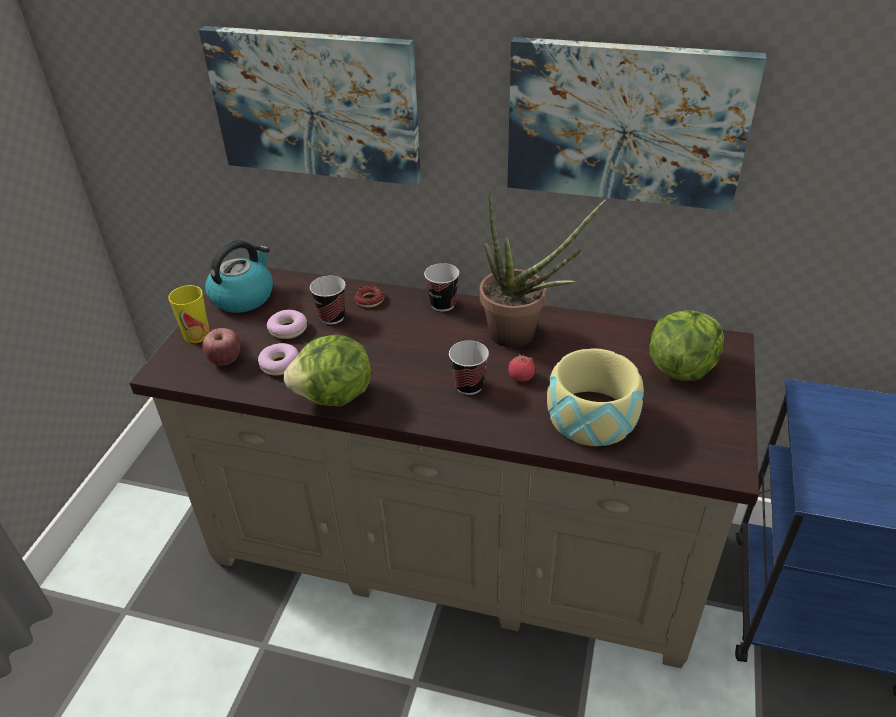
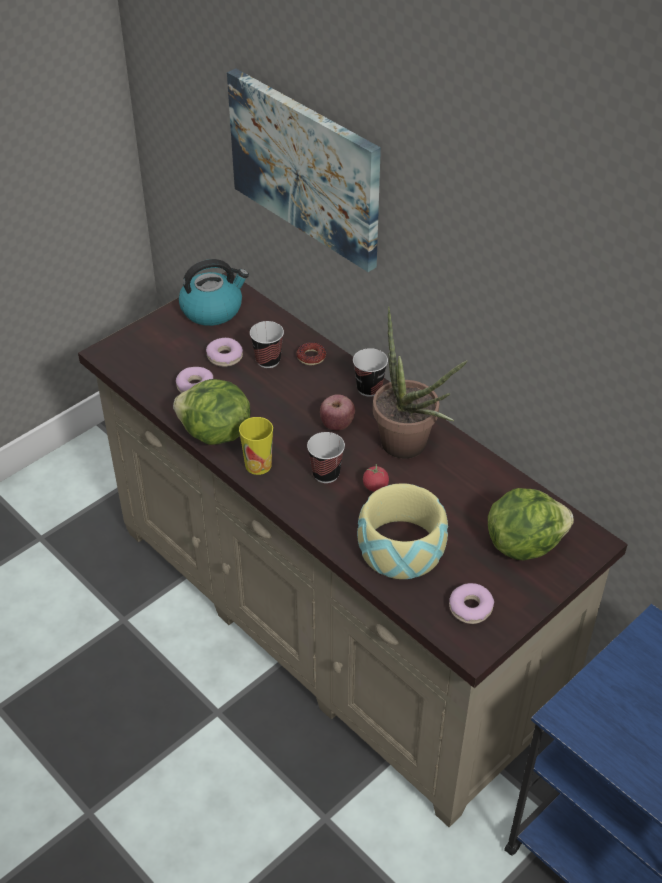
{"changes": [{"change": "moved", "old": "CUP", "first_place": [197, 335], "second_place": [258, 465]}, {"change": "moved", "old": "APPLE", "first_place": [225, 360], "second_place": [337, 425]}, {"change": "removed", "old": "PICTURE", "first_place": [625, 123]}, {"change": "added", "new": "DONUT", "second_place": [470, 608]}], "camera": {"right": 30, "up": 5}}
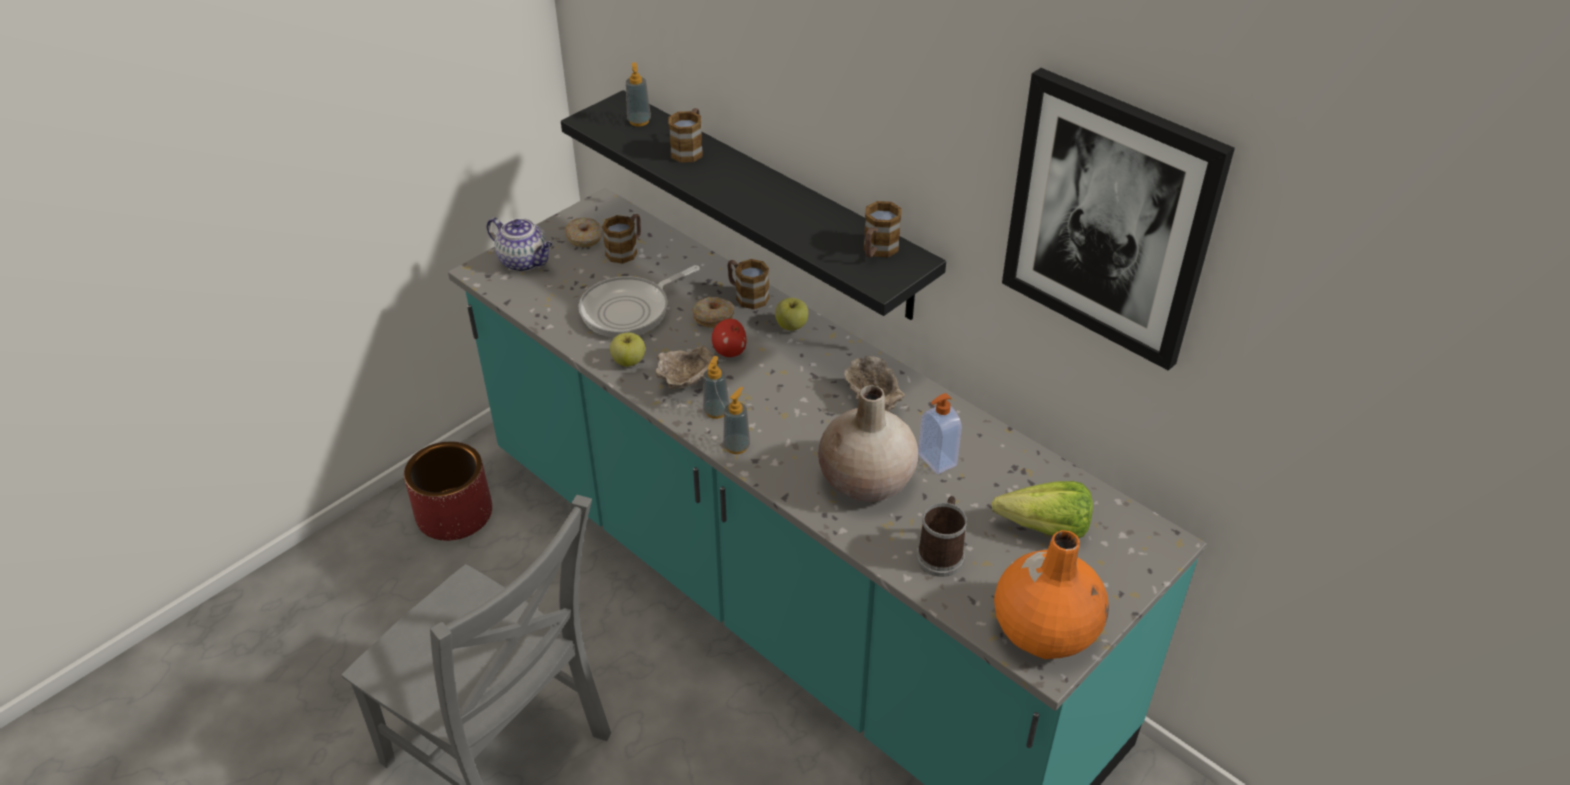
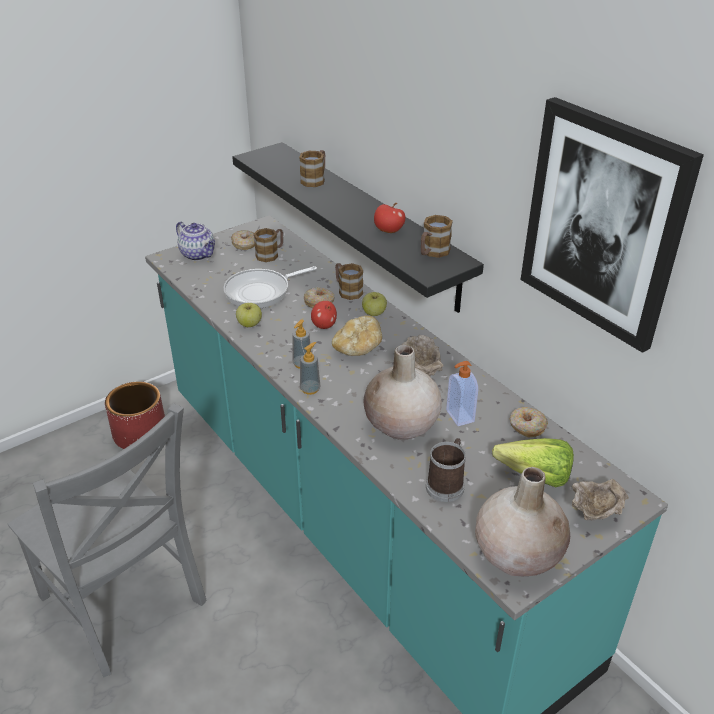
{"changes": [{"change": "removed", "old": "SOAP DISPENSER", "first_place": [639, 121]}, {"change": "moved", "old": "BEIGE BOWL", "first_place": [687, 383], "second_place": [595, 513]}, {"change": "recoloured", "old": "ORANGE VASE", "new": "BEIGE VASE", "first_place": [1045, 629], "second_place": [518, 553]}, {"change": "added", "new": "BREAD", "second_place": [358, 348]}, {"change": "added", "new": "APPLE", "second_place": [388, 231]}, {"change": "added", "new": "DONUT", "second_place": [526, 426]}], "camera": {"right": 10, "up": -5}}
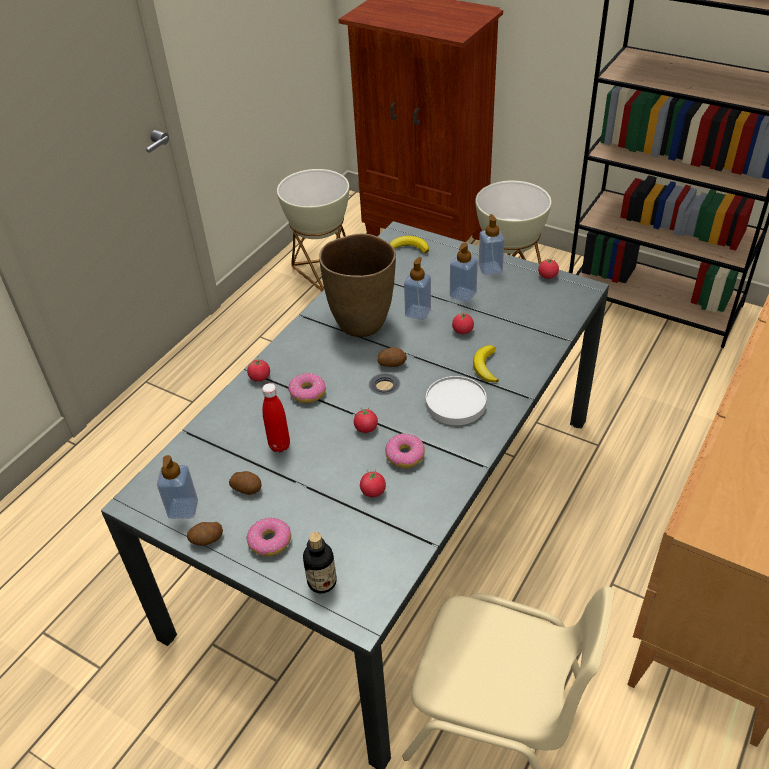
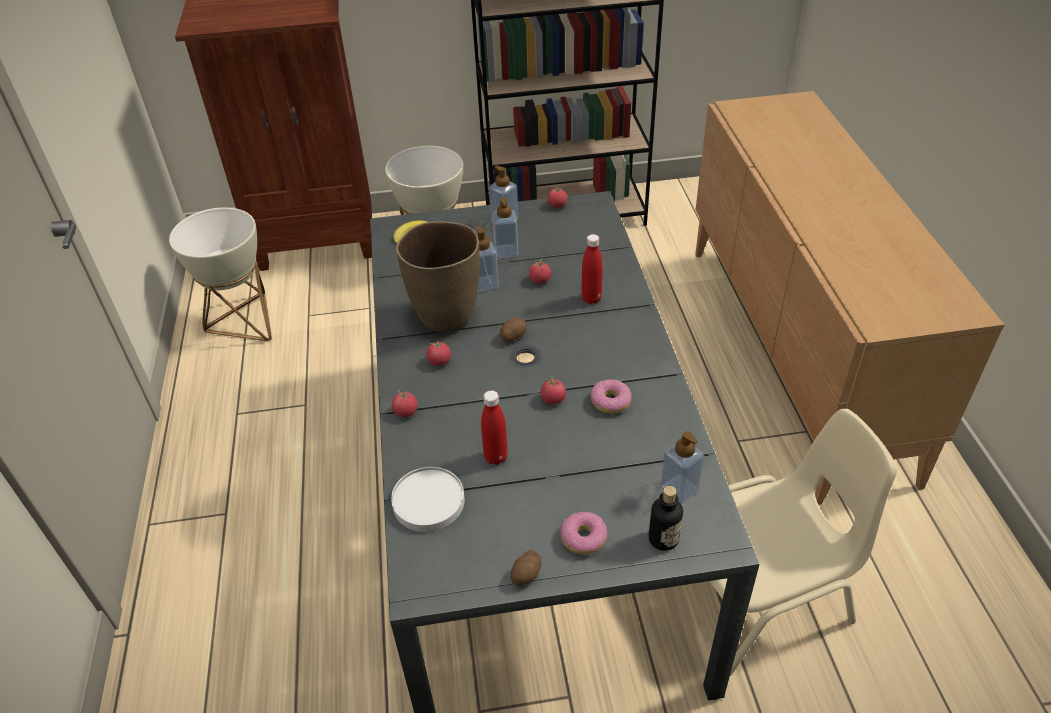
{"changes": [{"change": "moved", "old": "SOAP DISPENSER", "first_place": [183, 509], "second_place": [679, 489]}, {"change": "removed", "old": "POTATO", "first_place": [247, 488]}, {"change": "removed", "old": "DONUT", "first_place": [307, 393]}, {"change": "moved", "old": "TOMATO", "first_place": [373, 491], "second_place": [439, 361]}, {"change": "moved", "old": "WHITE PLATE", "first_place": [455, 403], "second_place": [429, 502]}, {"change": "replaced", "old": "BANANA", "new": "RED BOTTLE", "first_place": [485, 367], "second_place": [591, 298]}], "camera": {"right": -40, "up": 0}}
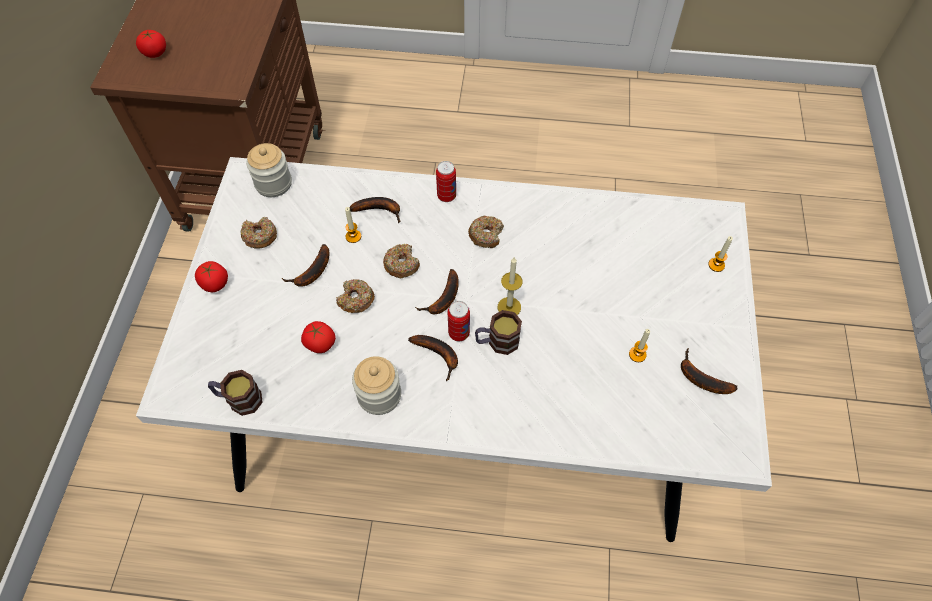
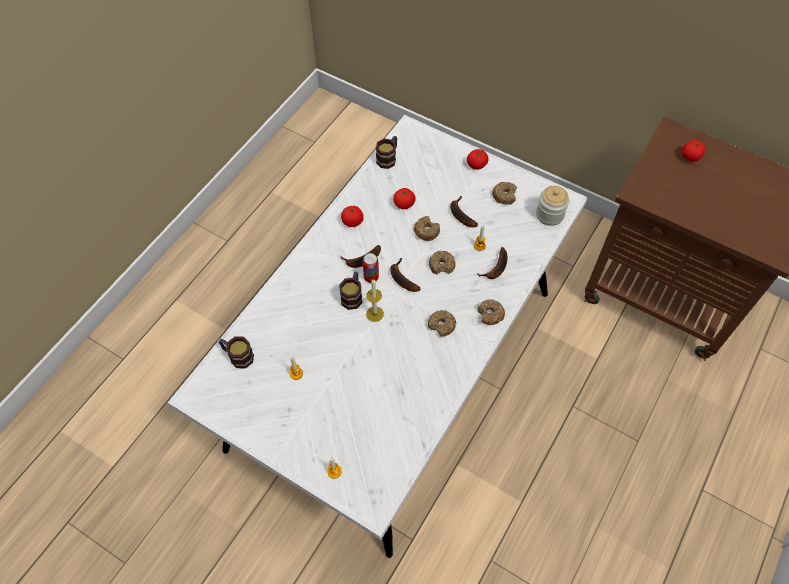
{"changes": [{"change": "replaced", "old": "JAR", "new": "TOMATO", "first_place": [379, 395], "second_place": [352, 221]}, {"change": "replaced", "old": "CAN", "new": "DONUT", "first_place": [446, 196], "second_place": [490, 314]}, {"change": "removed", "old": "BANANA", "first_place": [700, 378]}, {"change": "added", "new": "MUG", "second_place": [237, 356]}], "camera": {"right": 115, "up": 0}}
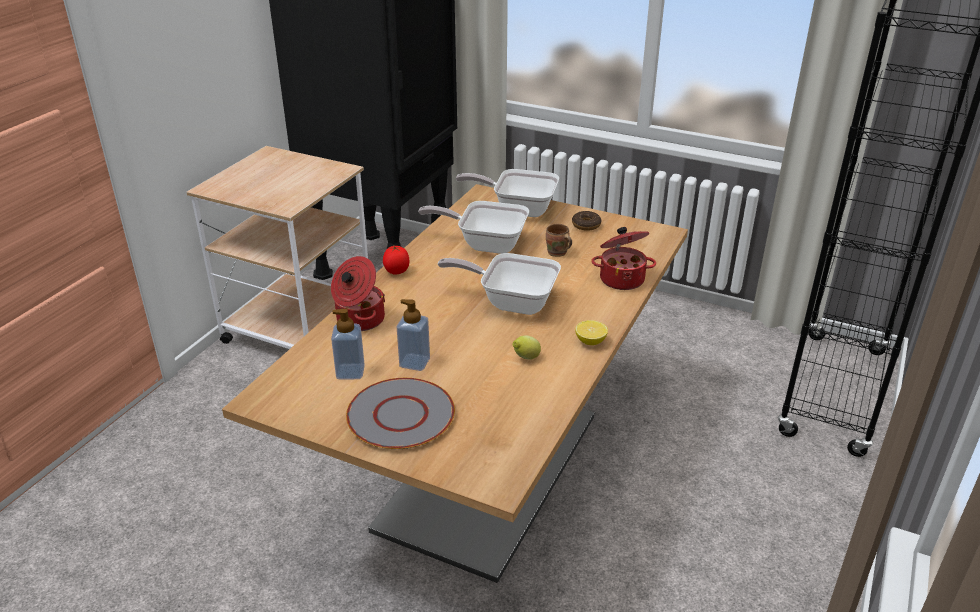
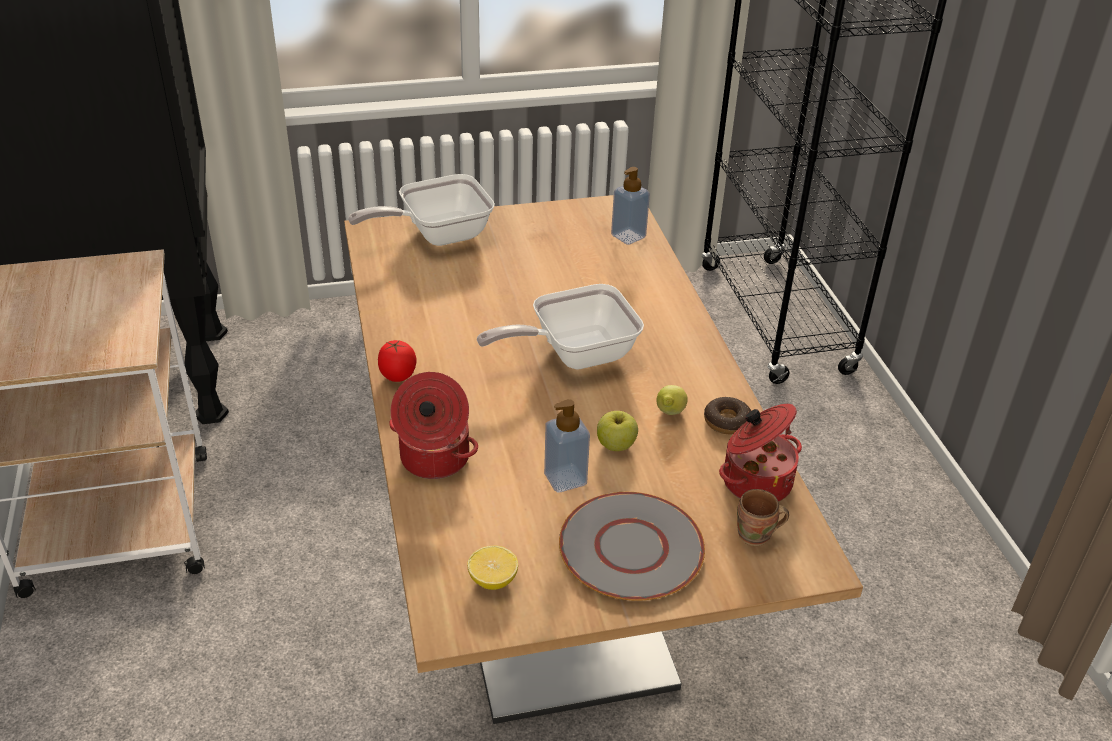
{"changes": [{"change": "moved", "old": "SOAP DISPENSER", "first_place": [350, 372], "second_place": [628, 236]}, {"change": "removed", "old": "FRYING PAN", "first_place": [485, 244]}, {"change": "moved", "old": "BROWN MUG", "first_place": [557, 253], "second_place": [756, 537]}, {"change": "moved", "old": "DONUT", "first_place": [586, 225], "second_place": [727, 421]}, {"change": "moved", "old": "LEMON", "first_place": [590, 342], "second_place": [493, 580]}, {"change": "moved", "old": "COOKING POT", "first_place": [622, 279], "second_place": [755, 481]}, {"change": "added", "new": "APPLE", "second_place": [616, 445]}], "camera": {"right": -40, "up": 5}}
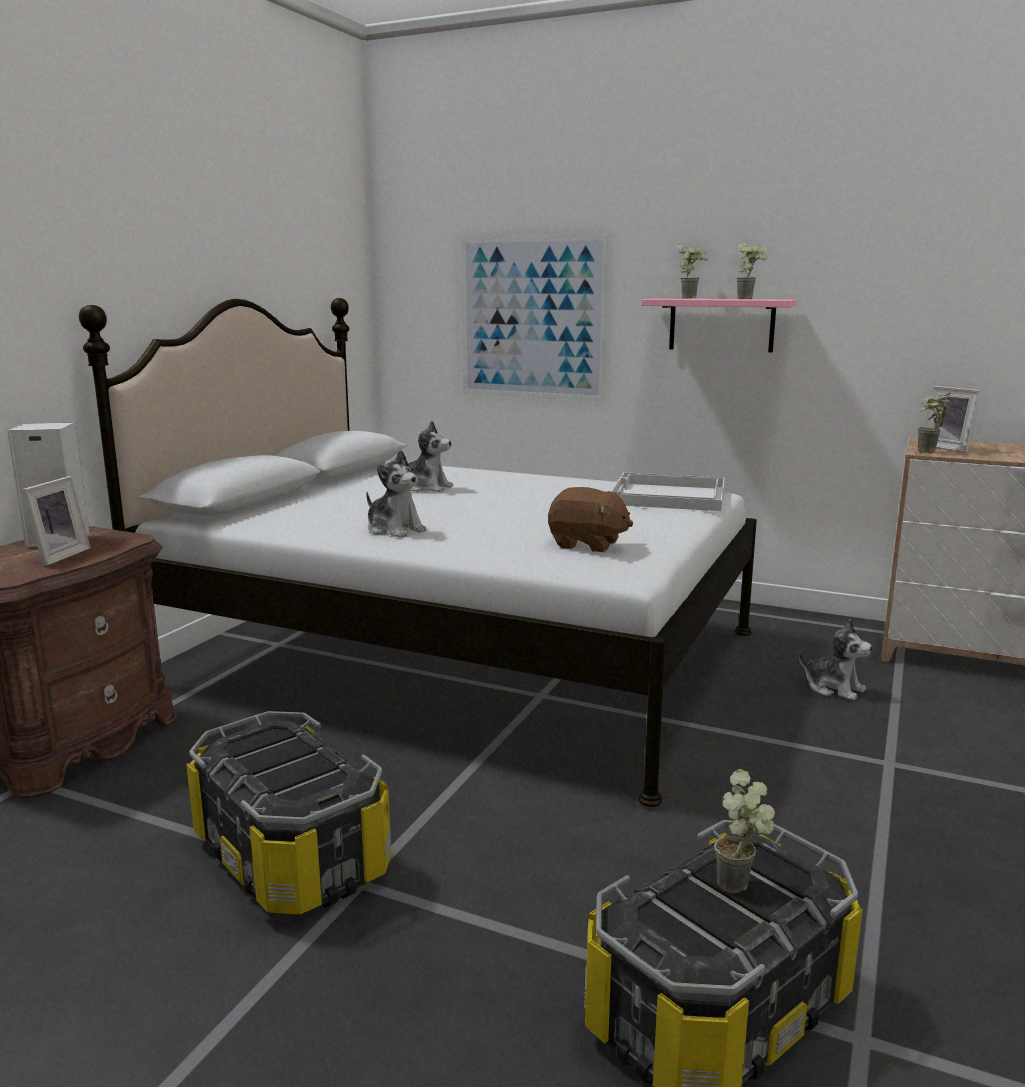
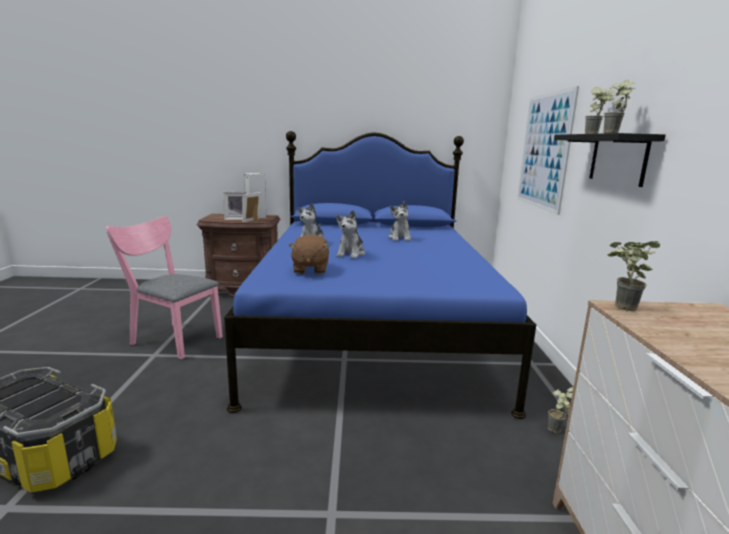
{"changes": [{"change": "recoloured", "old": "WHITE BED", "new": "BLUE BED", "first_place": [459, 657], "second_place": [372, 331]}, {"change": "replaced", "old": "STORAGE BOX", "new": "PINK CHAIR", "first_place": [290, 857], "second_place": [172, 338]}, {"change": "removed", "old": "WHITE TRAY", "first_place": [667, 495]}, {"change": "recoloured", "old": "PINK SHELF", "new": "BLACK SHELF", "first_place": [721, 325], "second_place": [618, 159]}, {"change": "moved", "old": "POTTED PLANT", "first_place": [742, 886], "second_place": [556, 432]}, {"change": "moved", "old": "PLUSH TOY", "first_place": [833, 688], "second_place": [351, 254]}, {"change": "moved", "old": "PICTURE FRAME", "first_place": [948, 448], "second_place": [254, 221]}], "camera": {"right": 65, "up": 0}}
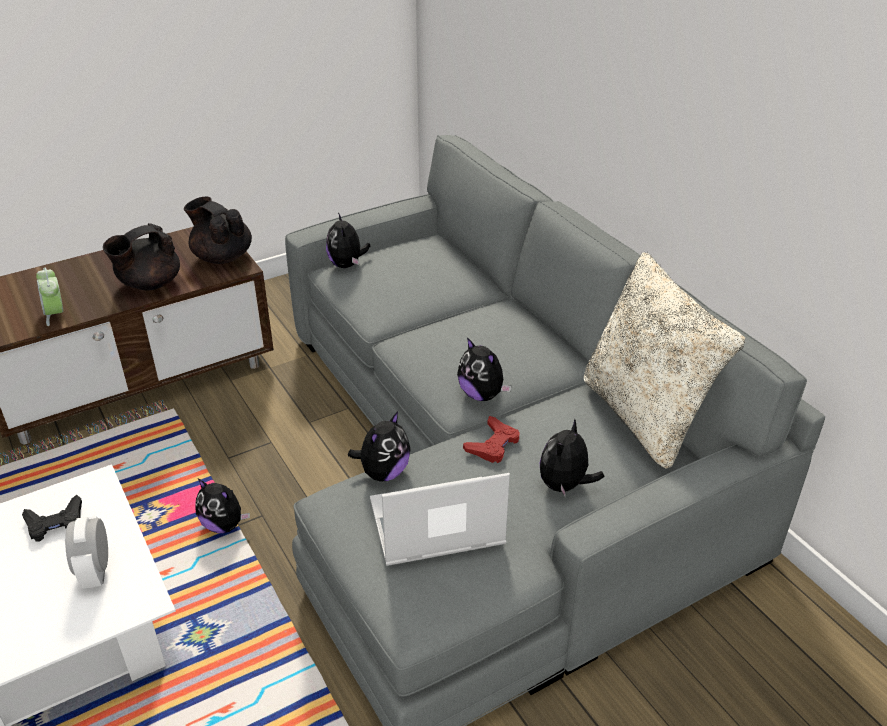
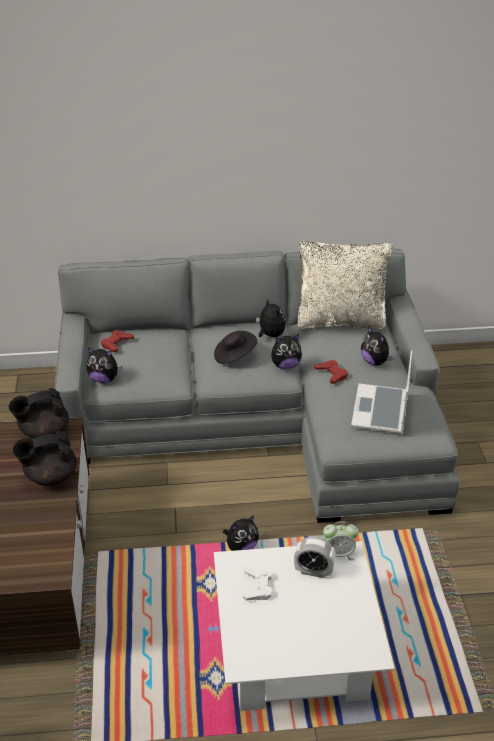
{"changes": [{"change": "recoloured", "old": "BLACK GAME CONTROLLER", "new": "WHITE GAME CONTROLLER", "first_place": [55, 523], "second_place": [257, 586]}, {"change": "moved", "old": "ALARM CLOCK", "first_place": [55, 314], "second_place": [339, 553]}, {"change": "turned", "old": "BLACK TEAPOT", "first_place": [149, 284], "second_place": [50, 476], "degrees": 90}, {"change": "moved", "old": "PLUSH TOY", "first_place": [383, 472], "second_place": [270, 335]}, {"change": "added", "new": "RED GAME CONTROLLER", "second_place": [116, 343]}, {"change": "added", "new": "BLACK HAT", "second_place": [234, 356]}], "camera": {"right": -65, "up": 0}}
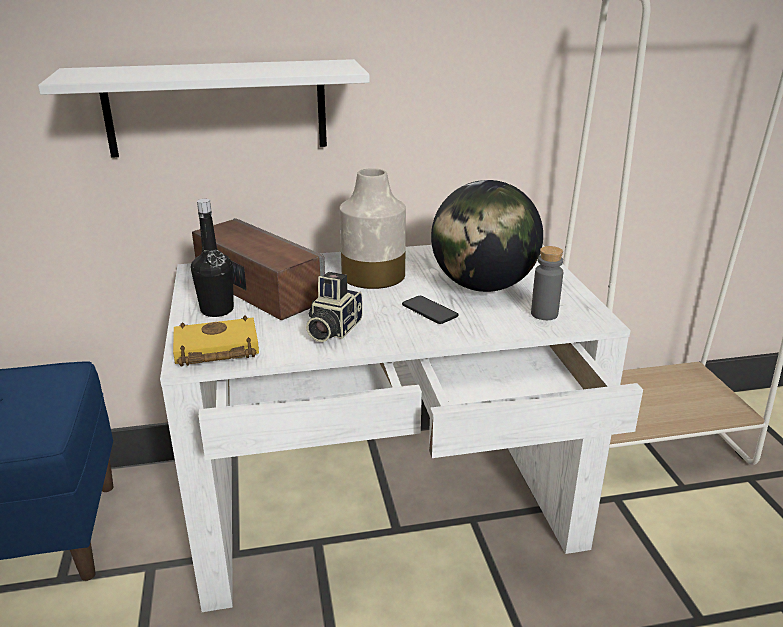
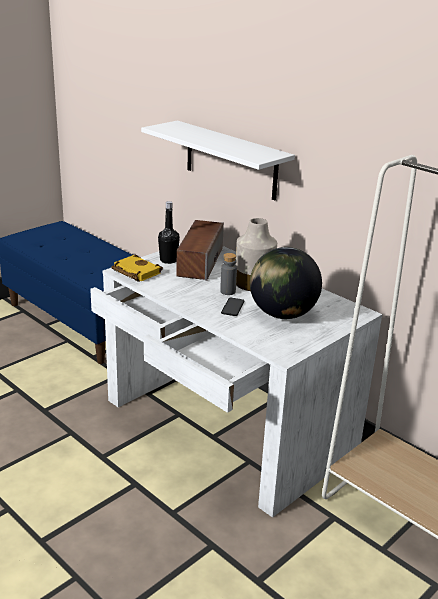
{"changes": [{"change": "removed", "old": "PHOTO CAMERA", "first_place": [332, 329]}, {"change": "moved", "old": "GREY BOTTLE", "first_place": [544, 314], "second_place": [228, 291]}], "camera": {"right": 55, "up": 0}}
